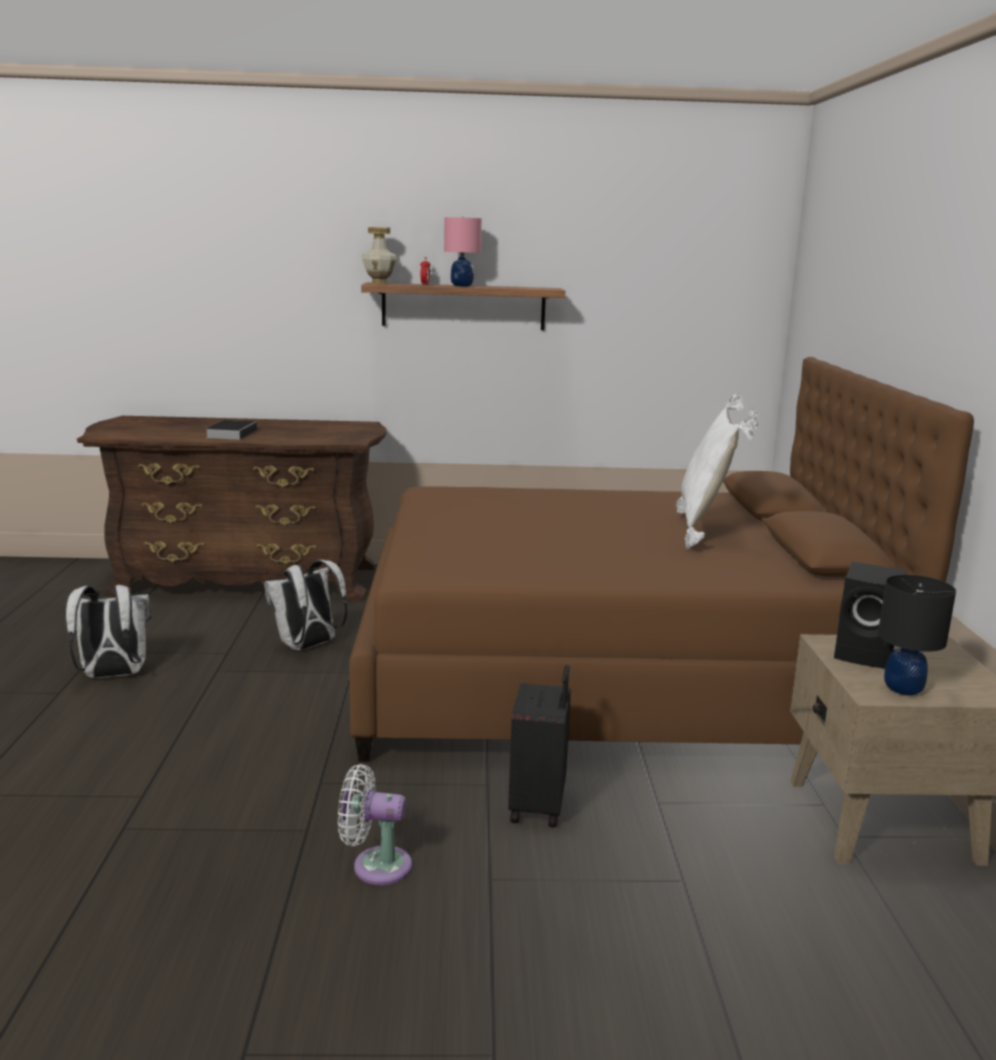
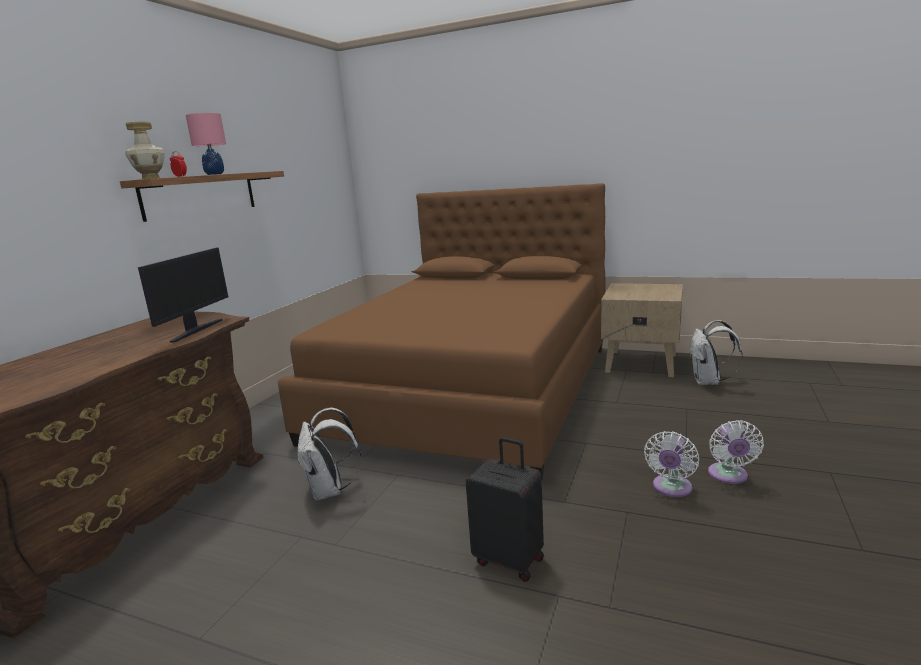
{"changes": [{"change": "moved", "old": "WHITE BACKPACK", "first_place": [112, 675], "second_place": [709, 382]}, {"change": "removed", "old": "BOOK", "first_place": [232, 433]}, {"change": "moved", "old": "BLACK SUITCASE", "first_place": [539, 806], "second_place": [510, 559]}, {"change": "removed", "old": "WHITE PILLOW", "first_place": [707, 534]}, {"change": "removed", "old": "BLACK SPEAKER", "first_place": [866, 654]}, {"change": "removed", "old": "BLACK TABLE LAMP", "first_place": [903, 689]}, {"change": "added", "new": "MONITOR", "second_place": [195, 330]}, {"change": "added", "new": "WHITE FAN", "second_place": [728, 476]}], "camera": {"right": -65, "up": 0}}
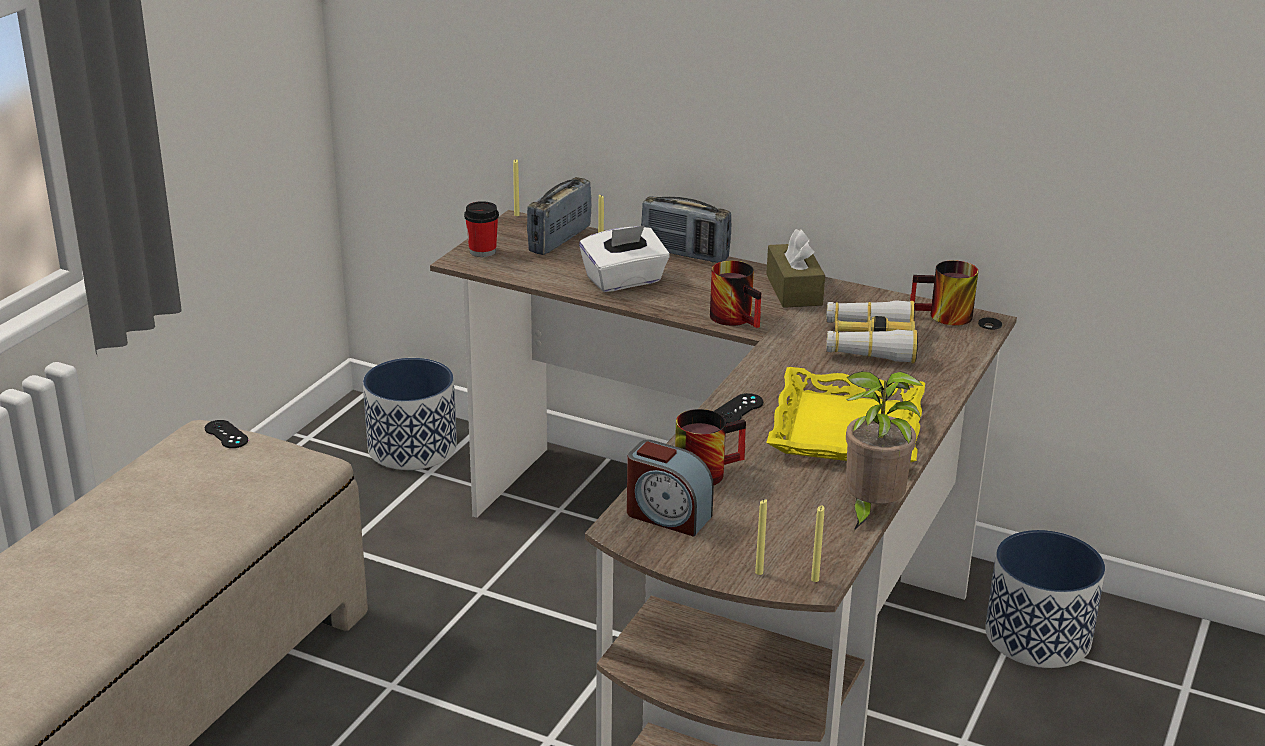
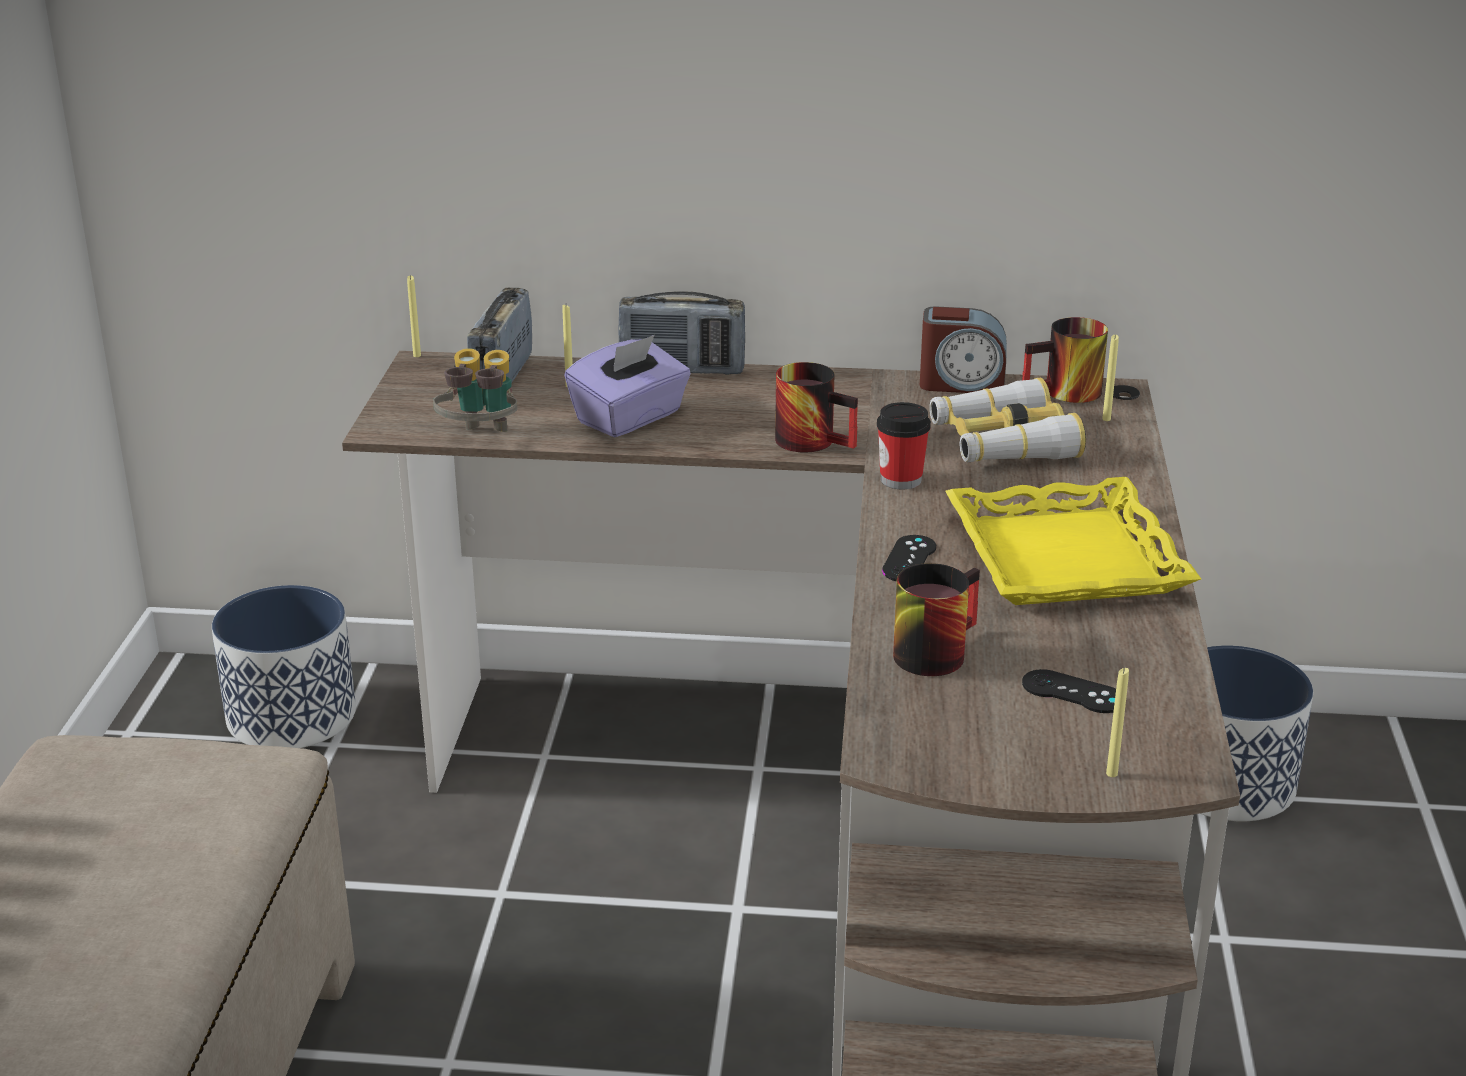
{"changes": [{"change": "moved", "old": "BLACK GAME CONTROLLER", "first_place": [226, 434], "second_place": [1073, 692]}, {"change": "moved", "old": "CUP", "first_place": [482, 251], "second_place": [901, 480]}, {"change": "recoloured", "old": "WHITE TISSUE BOX", "new": "PURPLE TISSUE BOX", "first_place": [624, 281], "second_place": [630, 418]}, {"change": "moved", "old": "ALARM CLOCK", "first_place": [667, 515], "second_place": [961, 383]}, {"change": "removed", "old": "BROWN TISSUE BOX", "first_place": [794, 290]}, {"change": "moved", "old": "YELLOW CANDLE", "first_place": [815, 579], "second_place": [1106, 419]}, {"change": "removed", "old": "POTTED PLANT", "first_place": [870, 512]}, {"change": "added", "new": "BINOCULARS", "second_place": [481, 439]}], "camera": {"right": -20, "up": 0}}
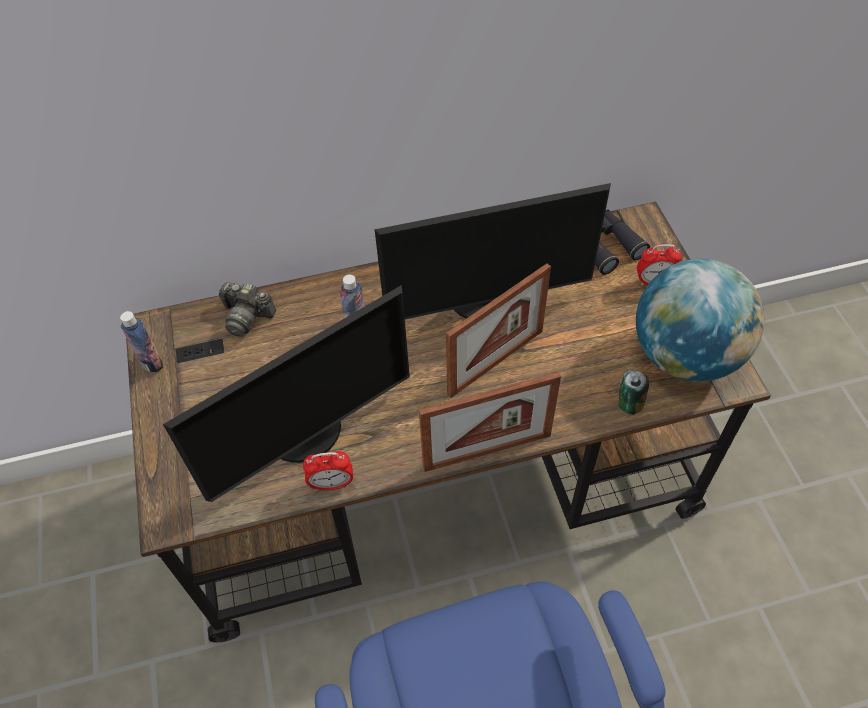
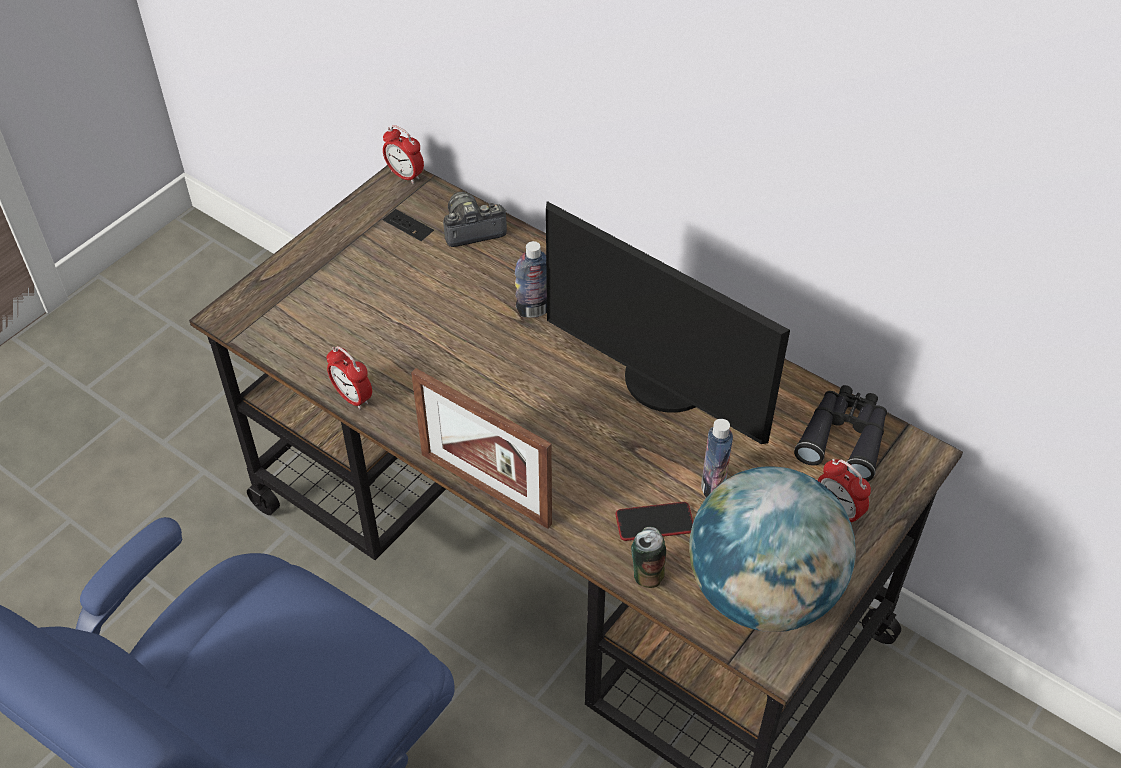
{"changes": [{"change": "moved", "old": "BOTTLE", "first_place": [151, 363], "second_place": [713, 486]}, {"change": "removed", "old": "MONITOR", "first_place": [307, 434]}, {"change": "turned", "old": "PHOTO CAMERA", "first_place": [246, 316], "second_place": [472, 229], "degrees": 90}, {"change": "removed", "old": "PICTURE FRAME", "first_place": [495, 362]}, {"change": "added", "new": "ALARM CLOCK", "second_place": [405, 175]}, {"change": "added", "new": "PHONE", "second_place": [654, 522]}], "camera": {"right": 50, "up": -5}}
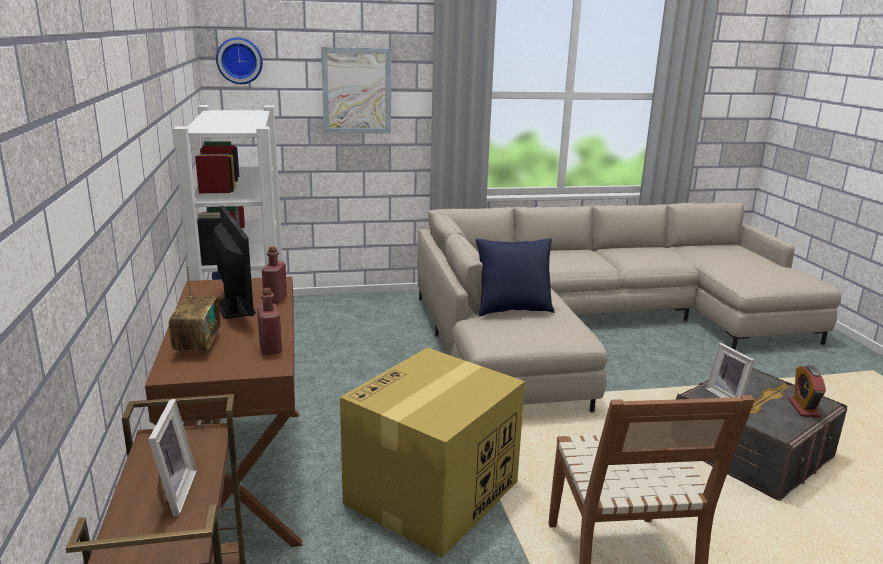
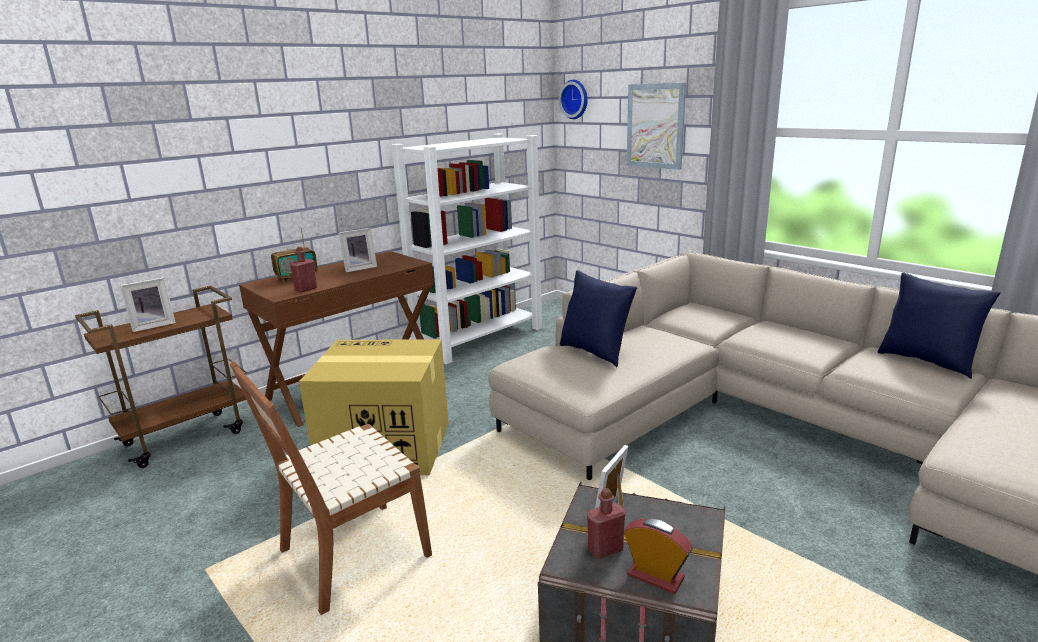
{"changes": [{"change": "replaced", "old": "MONITOR", "new": "PICTURE FRAME", "first_place": [235, 307], "second_place": [359, 268]}, {"change": "moved", "old": "RED BOTTLE", "first_place": [275, 299], "second_place": [605, 550]}, {"change": "turned", "old": "ALARM CLOCK", "first_place": [803, 408], "second_place": [655, 576], "degrees": 60}, {"change": "added", "new": "BLUE PILLOW", "second_place": [926, 361]}], "camera": {"right": 60, "up": 0}}
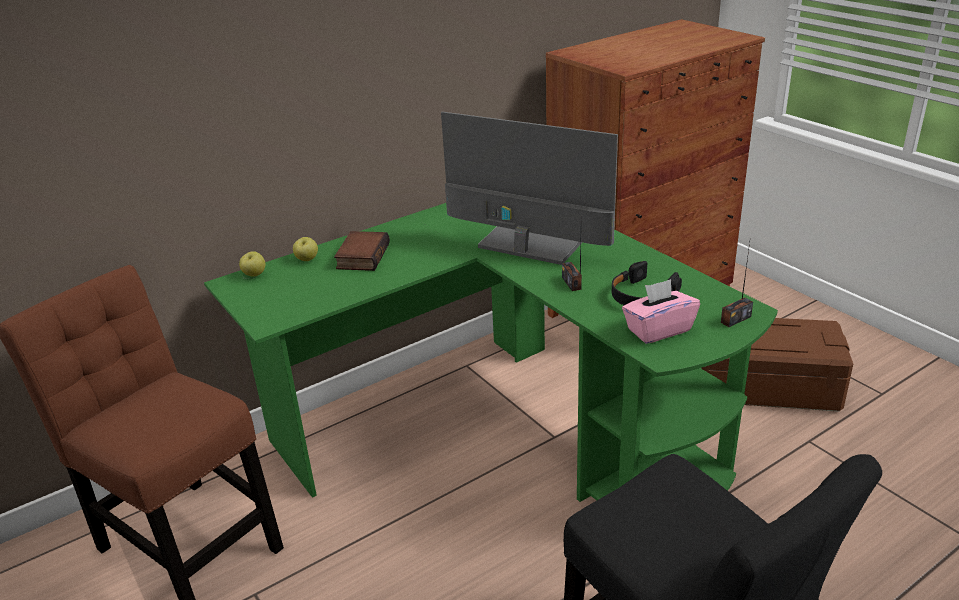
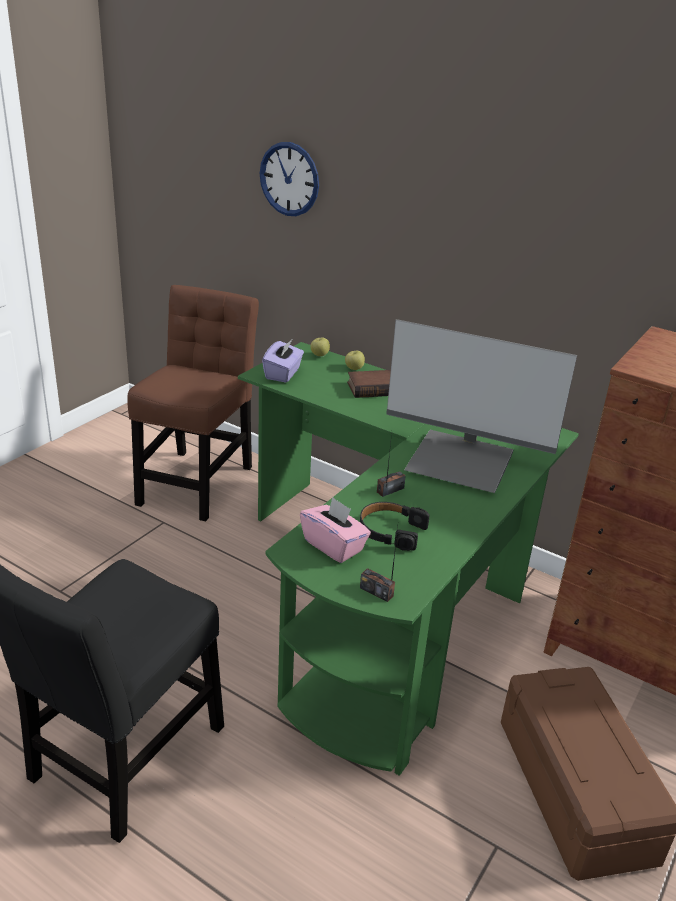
{"changes": [{"change": "turned", "old": "MONITOR", "first_place": [536, 239], "second_place": [461, 461], "degrees": 105}, {"change": "added", "new": "WALL CLOCK", "second_place": [289, 179]}, {"change": "added", "new": "PURPLE TISSUE BOX", "second_place": [283, 374]}], "camera": {"right": 65, "up": 0}}
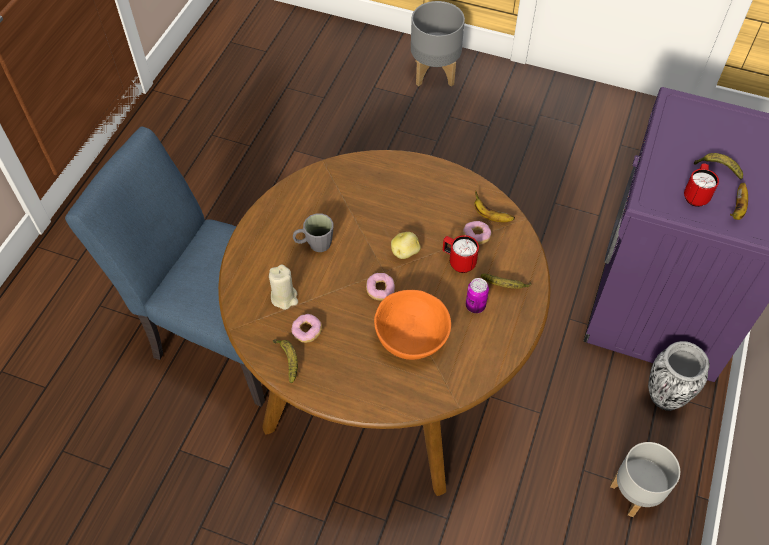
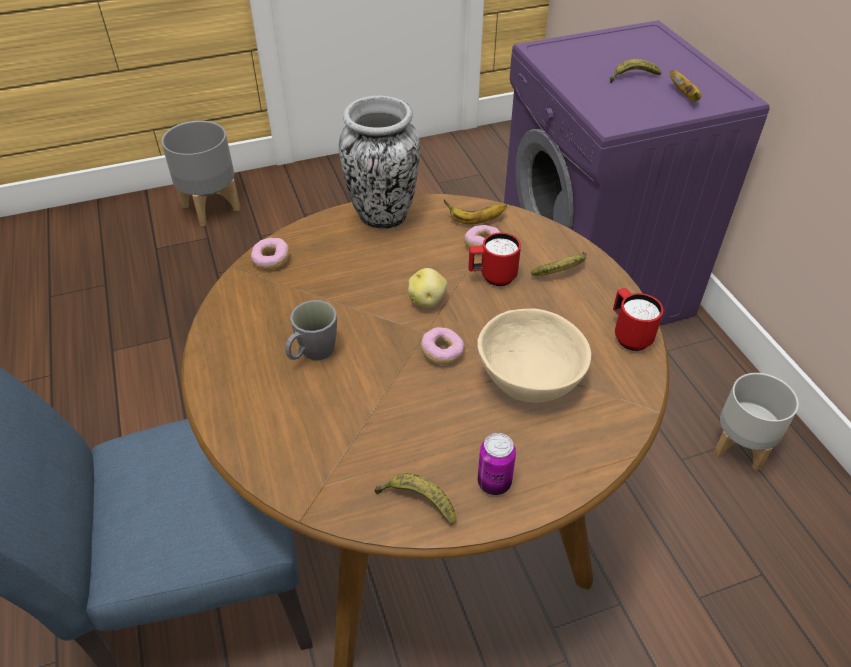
{"changes": [{"change": "removed", "old": "BEIGE CANDLE", "first_place": [284, 297]}, {"change": "moved", "old": "DONUT", "first_place": [307, 331], "second_place": [271, 260]}, {"change": "recoloured", "old": "ORANGE BOWL", "new": "BEIGE BOWL", "first_place": [410, 337], "second_place": [528, 378]}, {"change": "moved", "old": "CAN", "first_place": [475, 306], "second_place": [494, 483]}, {"change": "moved", "old": "VASE", "first_place": [664, 397], "second_place": [383, 216]}, {"change": "moved", "old": "RED MUG", "first_place": [696, 195], "second_place": [628, 335]}], "camera": {"right": -40, "up": -10}}
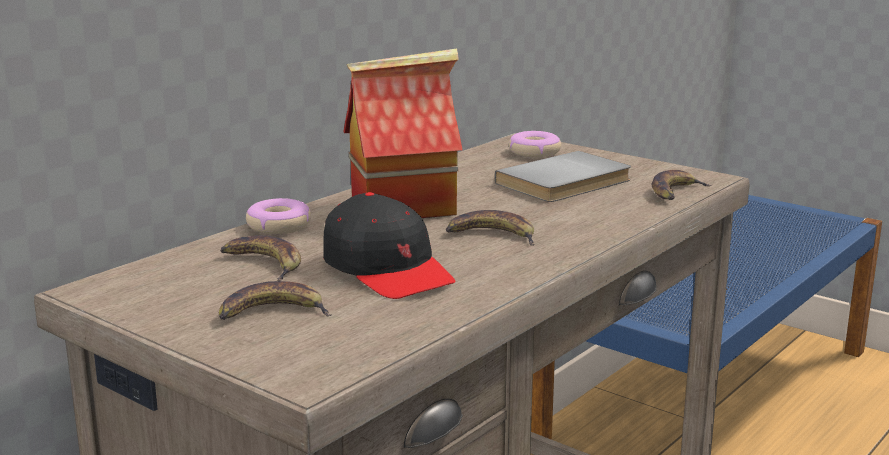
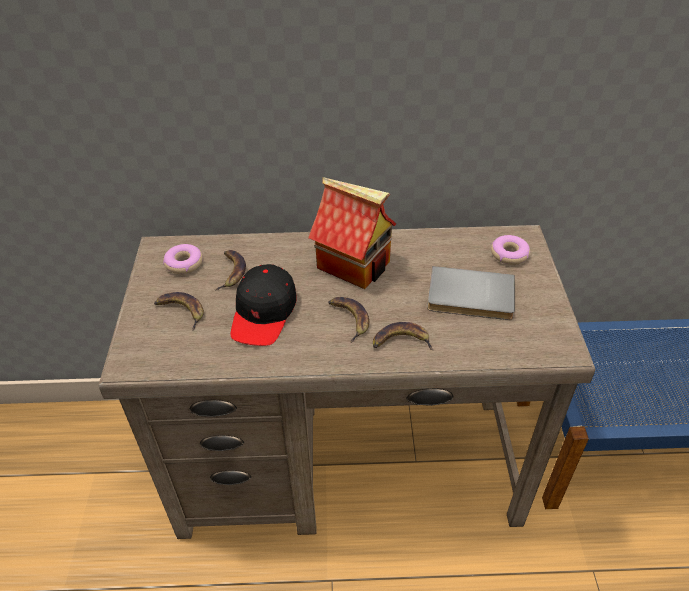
{"changes": [{"change": "moved", "old": "DONUT", "first_place": [279, 226], "second_place": [184, 263]}, {"change": "moved", "old": "BANANA", "first_place": [676, 192], "second_place": [401, 341]}], "camera": {"right": 50, "up": 25}}
